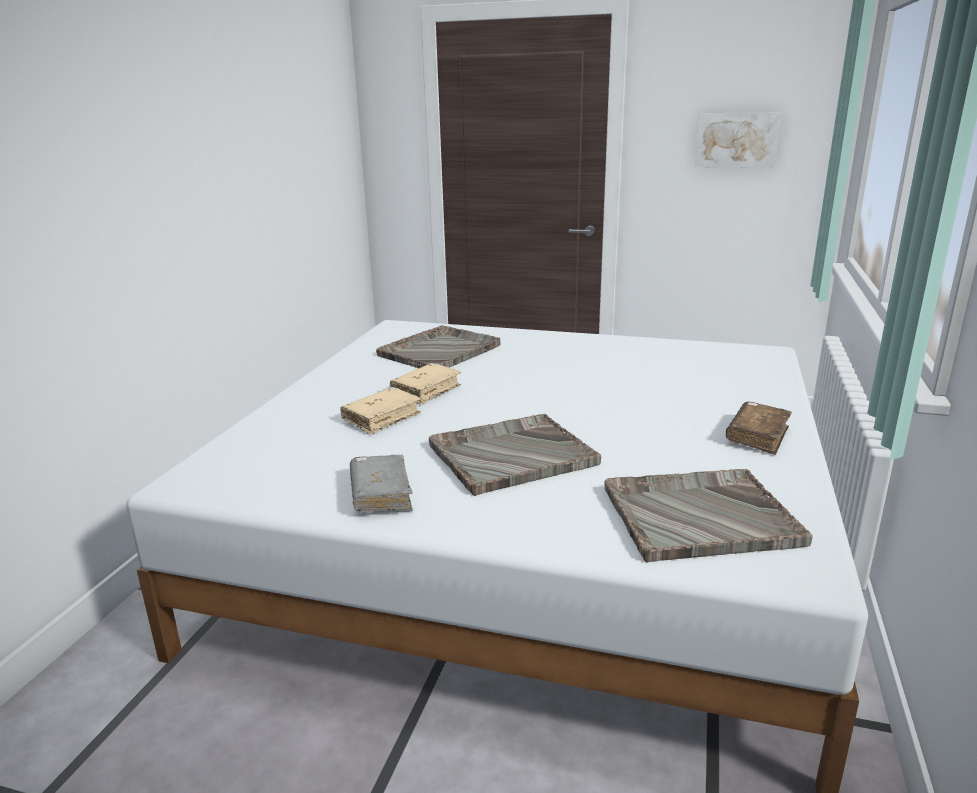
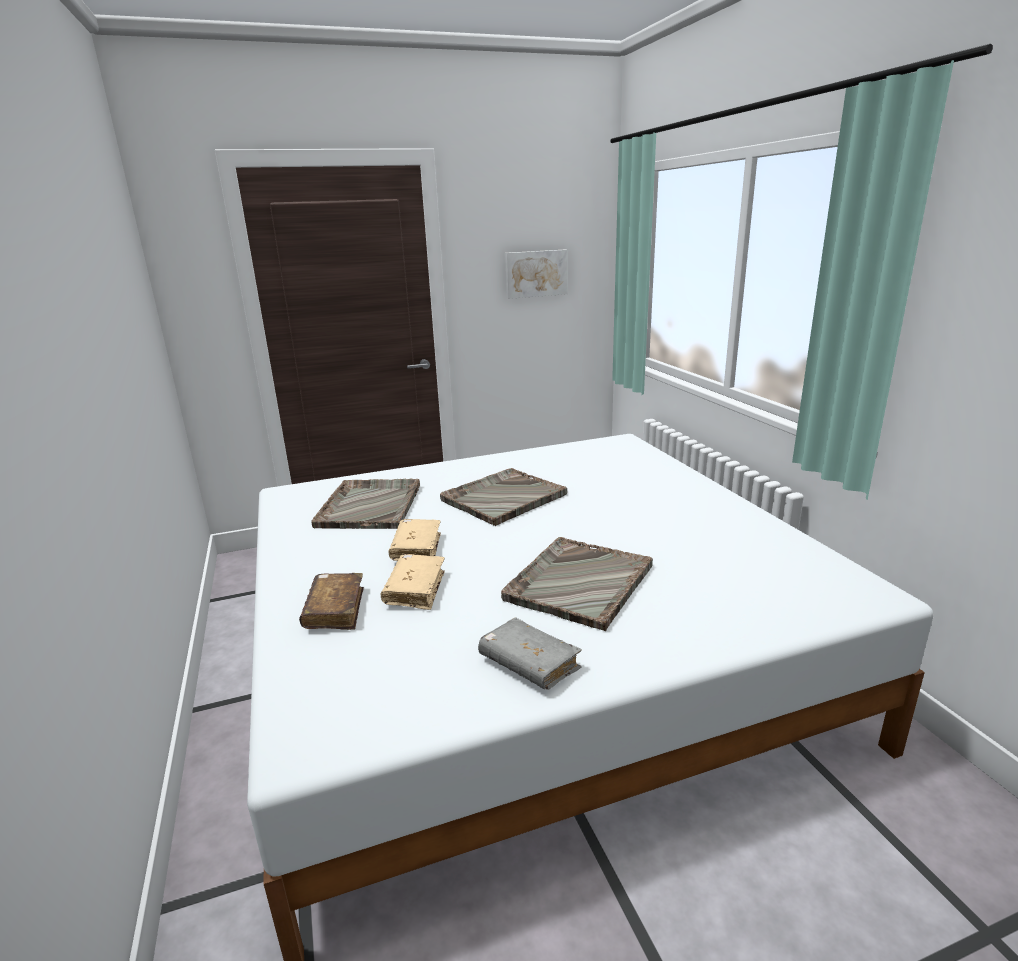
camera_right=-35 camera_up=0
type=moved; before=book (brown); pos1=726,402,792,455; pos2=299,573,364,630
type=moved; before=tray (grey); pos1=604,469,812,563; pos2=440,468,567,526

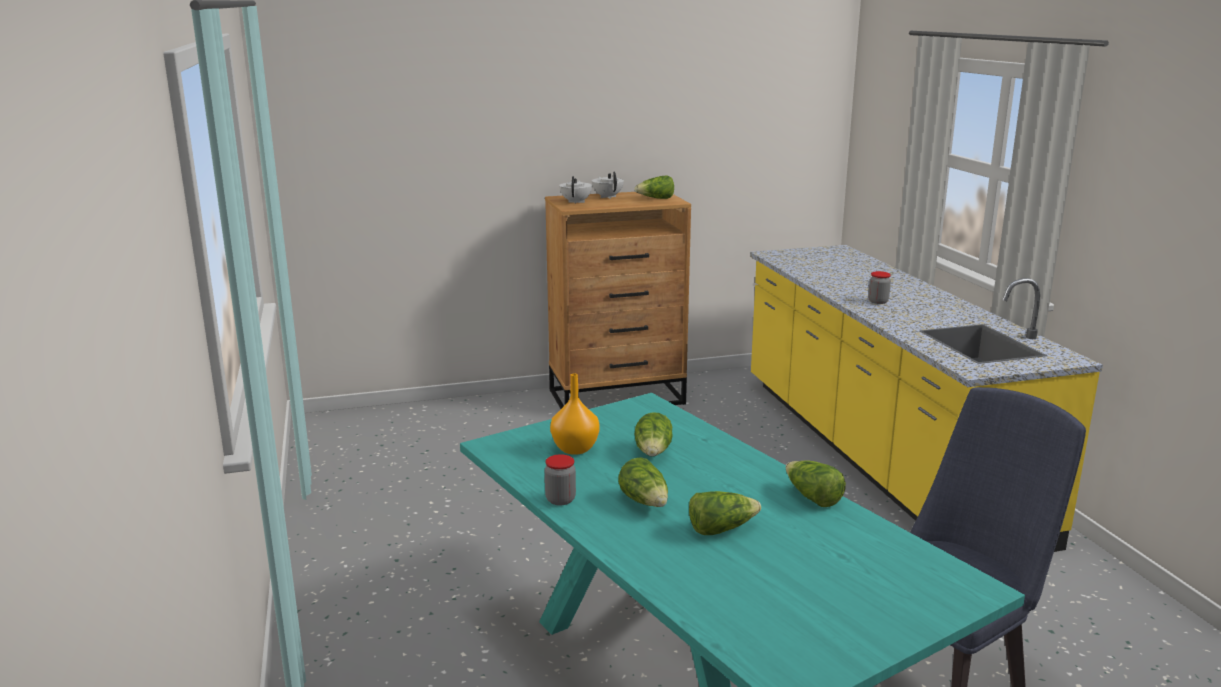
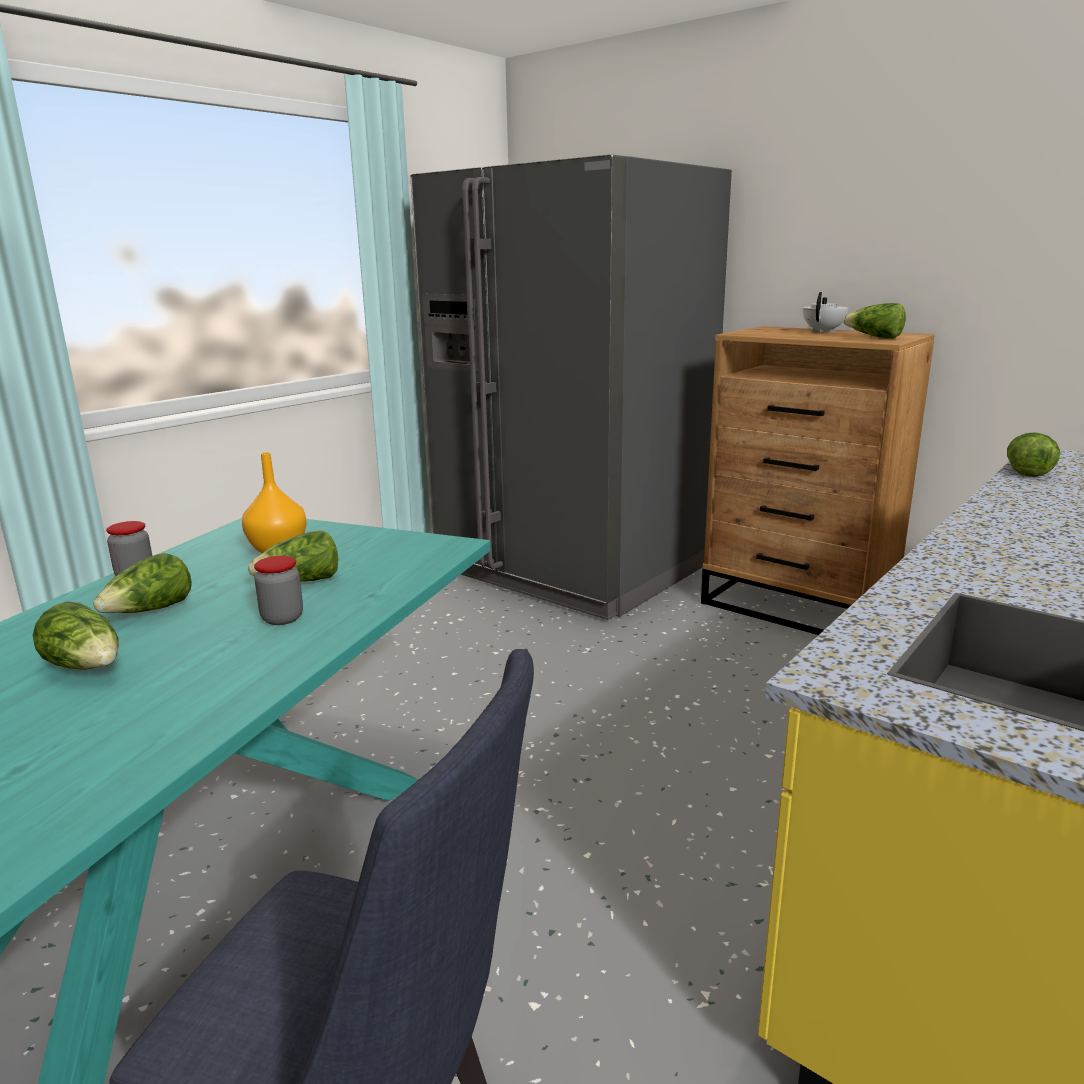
camera_right=55 camera_up=0
type=moved; before=jar; pos1=868,271,891,304; pos2=254,556,303,625
type=added; after=fridge (grey); pos2=410,154,732,620
type=moved; before=lettuce; pos1=786,461,846,507; pos2=1007,432,1060,477
type=removed; before=teapot (white); pos1=559,176,592,204

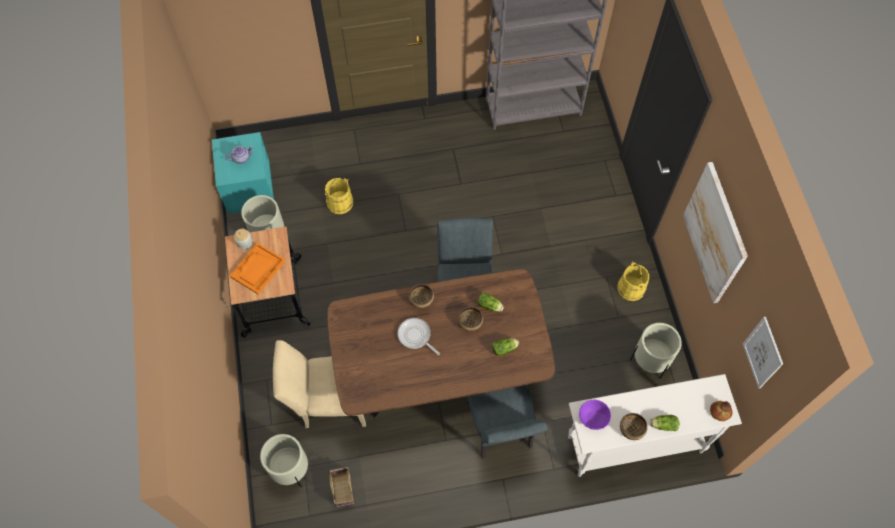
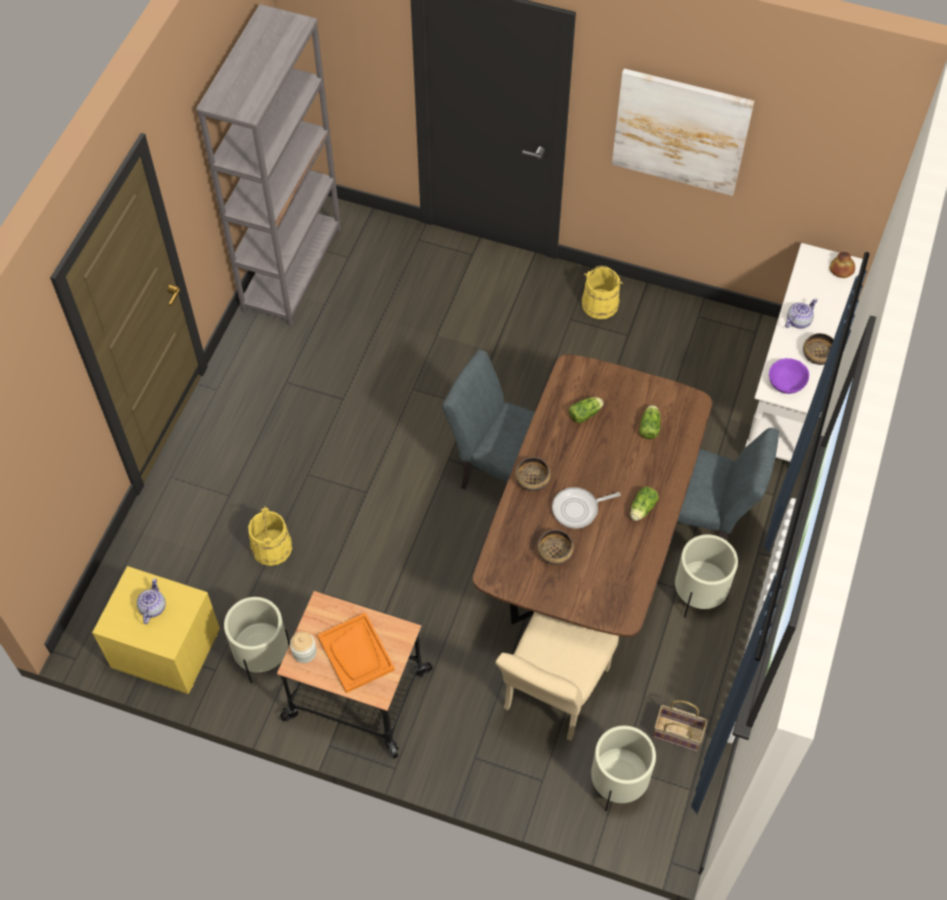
camera_right=-60 camera_up=-5
type=recoloured; before=nightstand (turquoise); after=nightstand (yellow); pos1=212,132,274,214; pos2=92,566,220,694
type=moved; before=bowl; pos1=458,307,484,332; pos2=537,529,574,565
type=moved; before=lettuce; pos1=650,415,679,431; pos2=630,487,659,521
type=moved; before=planter (beige); pos1=630,323,682,379; pos2=675,534,738,618
type=added; after=teapot; pos2=785,298,818,329
type=removed; before=picture; pos1=743,317,783,389

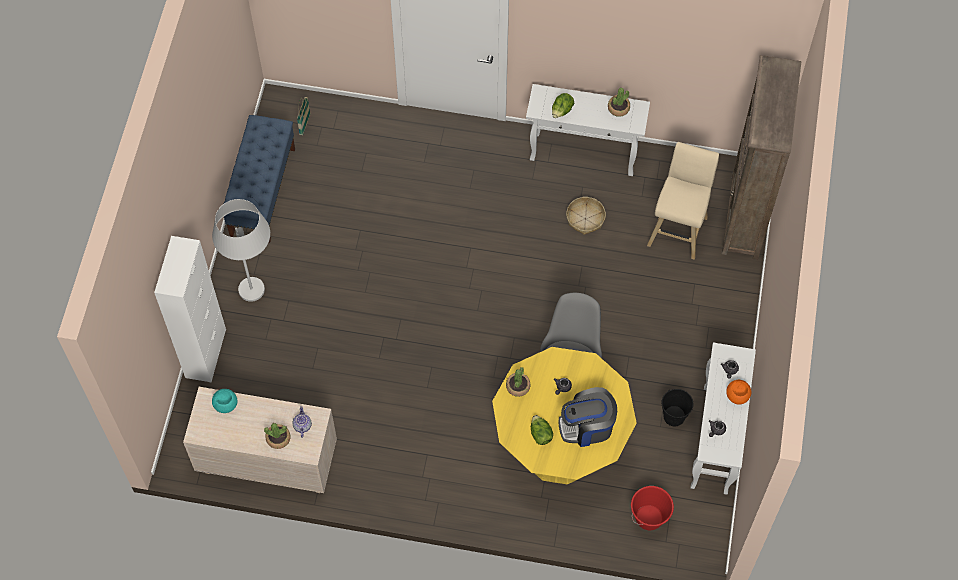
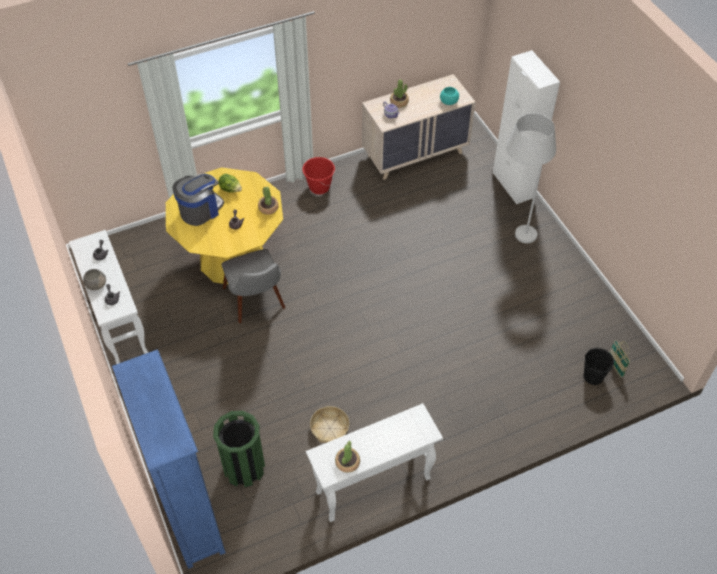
camera_right=145 camera_up=-10
type=recoloured; before=bowl (orange); after=bowl (grey); pos1=726,380,751,405; pos2=83,269,106,290
type=recoloured; before=bookcase (brown); after=bookcase (blue); pos1=722,55,802,260; pos2=112,349,226,569
type=replaced; before=stool (beige); after=trash can (green); pos1=647,142,719,260; pos2=213,411,265,487
type=moved; before=bucket (red); pos1=631,486,674,530; pos2=302,157,335,194
type=moved; before=bucket (black); pos1=662,389,693,426; pos2=583,348,615,385
type=removed; before=bench (blue); pos1=224,115,295,243
type=removed; before=lettuce; pos1=552,93,574,118

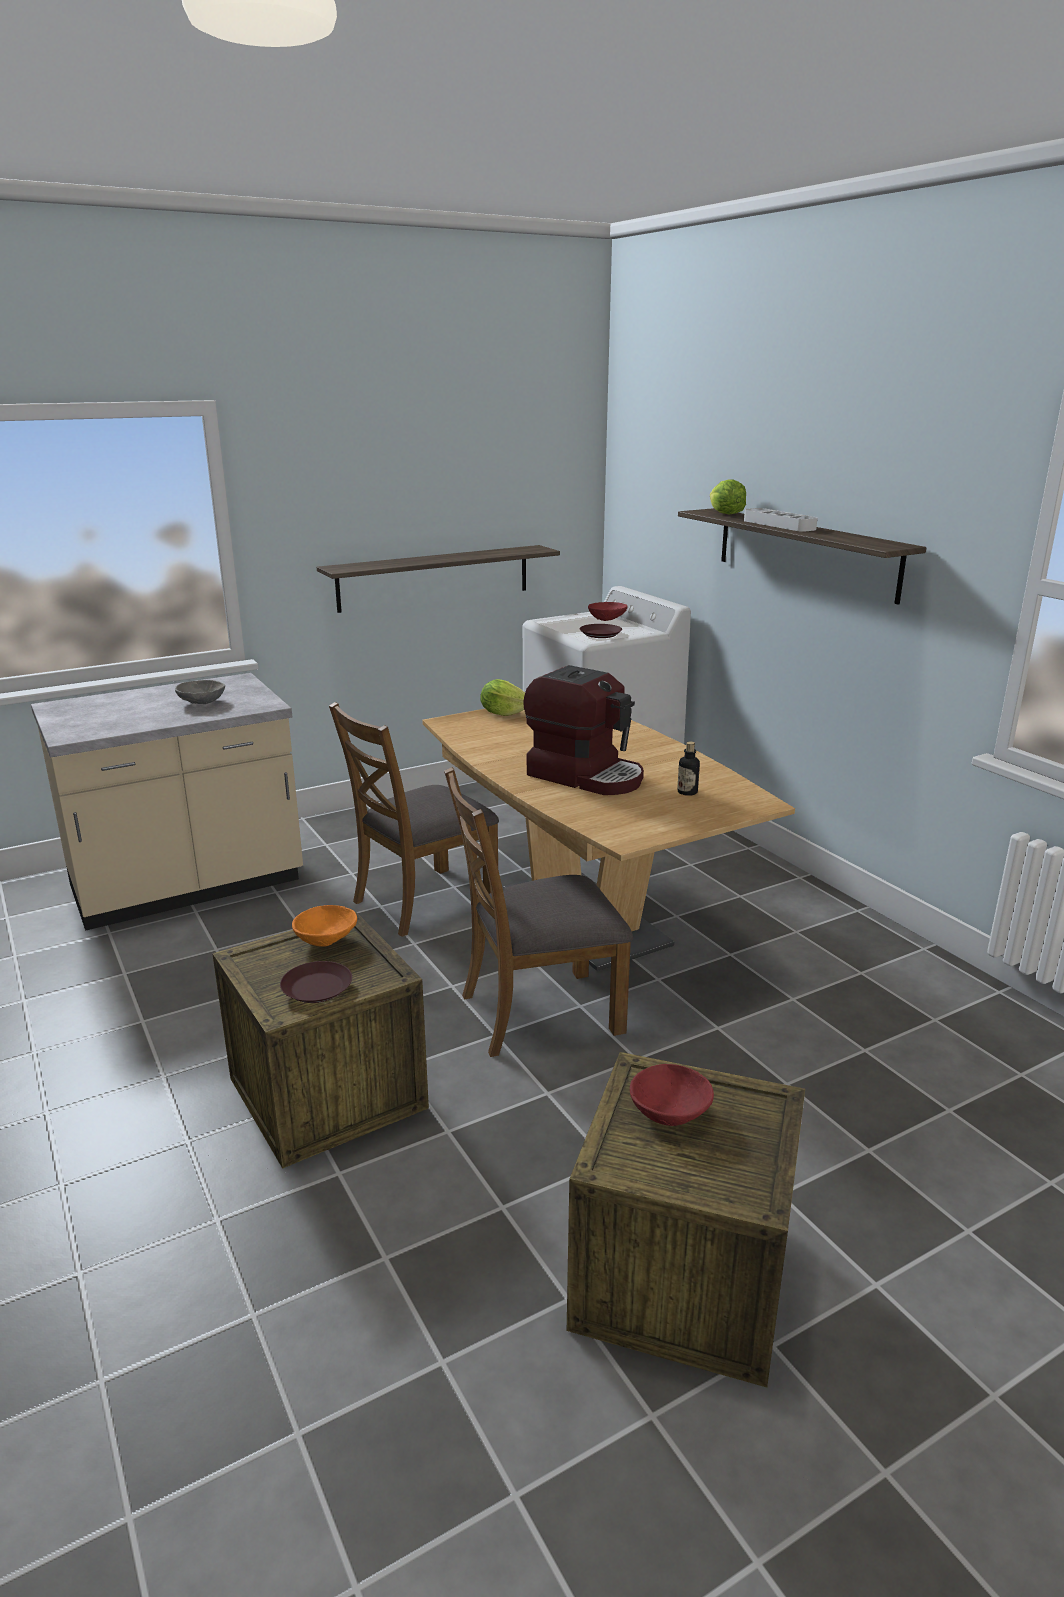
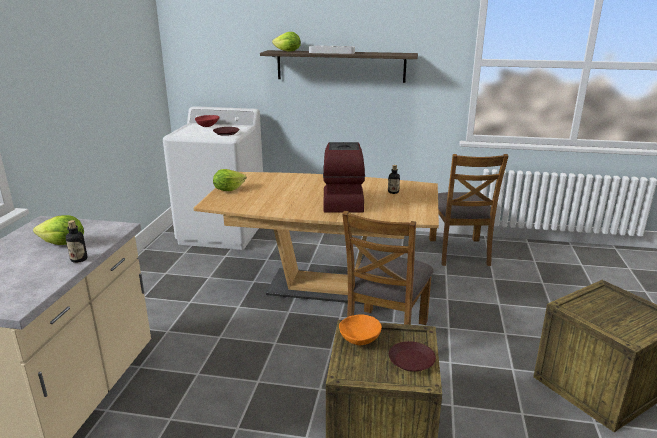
camera_right=-50 camera_up=0
type=replaced; before=bowl (grey); after=lettuce; pos1=175,680,225,704; pos2=33,215,84,245
type=added; after=bottle; pos2=66,220,88,263
type=turned; before=coffee machine; pos1=523,665,644,795; pos2=323,142,365,213; turn=-75
type=moved; before=chair (brown); pos1=329,702,499,937; pos2=429,154,508,266
type=removed; before=shelf; pos1=317,545,560,613
type=removed; before=bowl (red); pos1=630,1064,714,1126

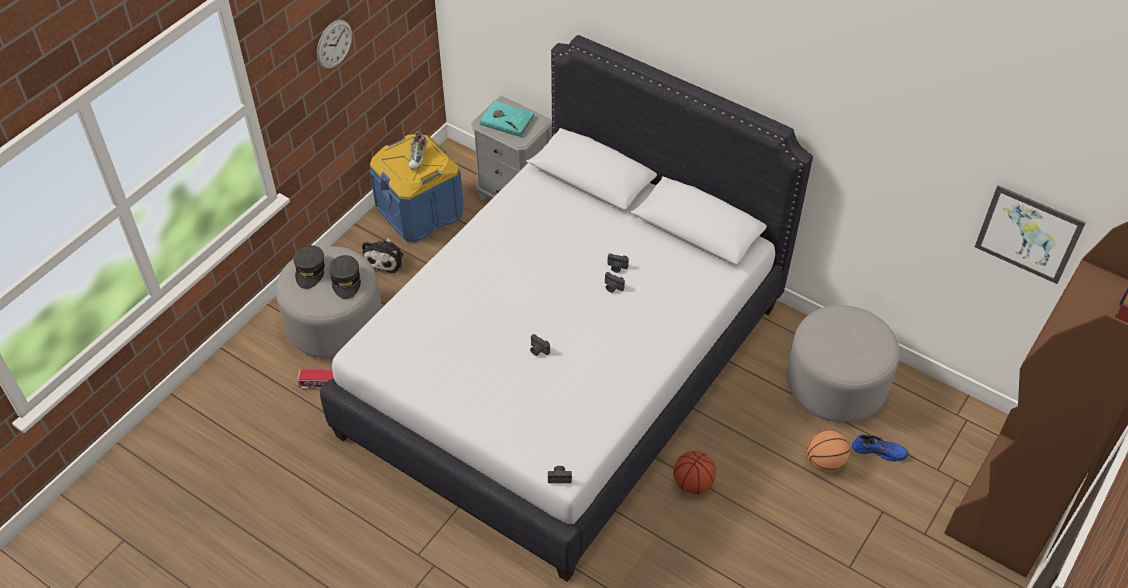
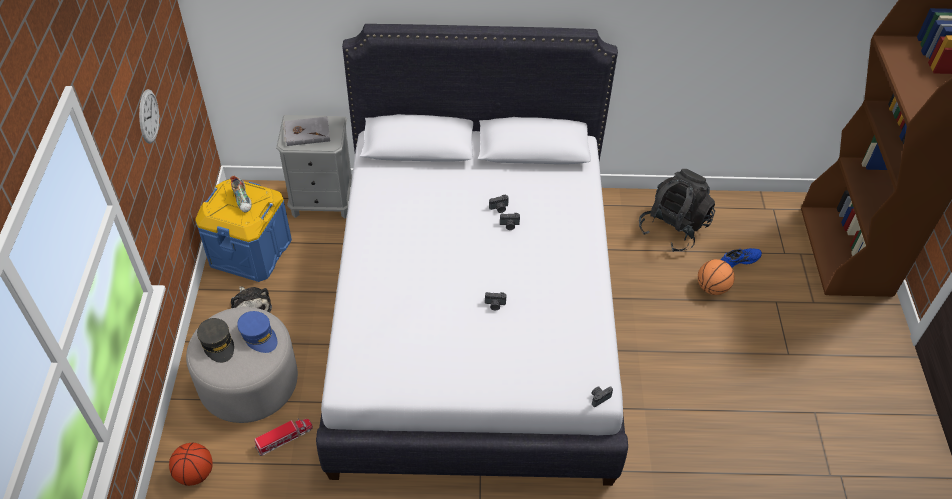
camera_right=-35 camera_up=0
type=moved; before=basketball; pos1=673,451,716,494; pos2=169,443,213,486
type=recoloured; before=cap (grey); after=cap (blue); pos1=329,255,361,299; pos2=237,311,277,353
type=recoloured; before=book (turquoise); after=book (grey); pos1=480,101,535,137; pos2=283,117,330,146
type=replaced; before=ottoman (grey); after=backpack (black); pos1=787,305,900,423; pos2=639,169,715,252
type=removed; before=picture; pos1=975,185,1086,284

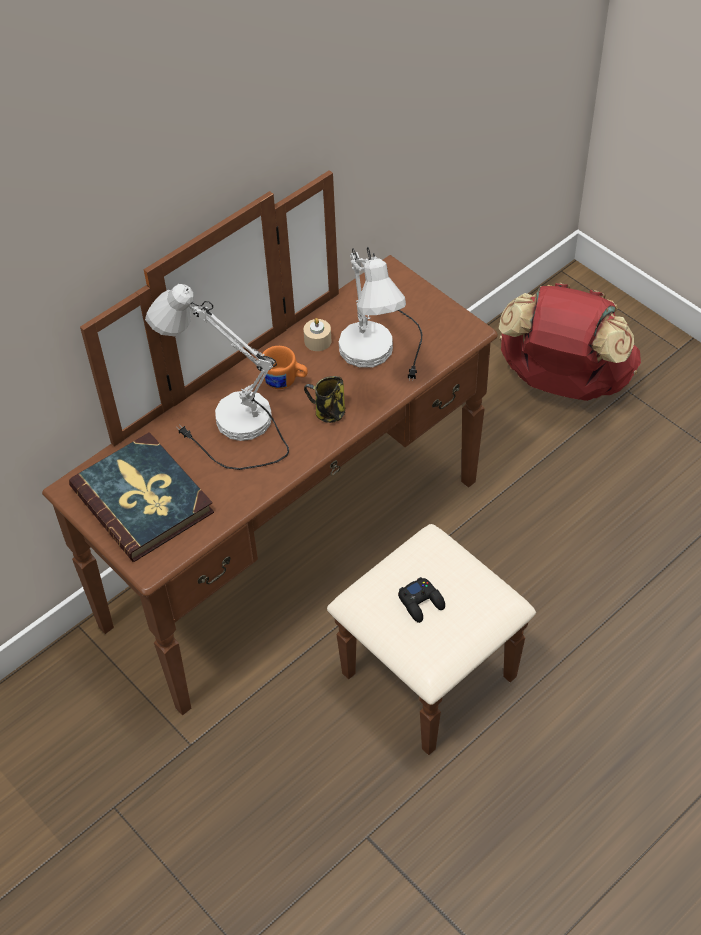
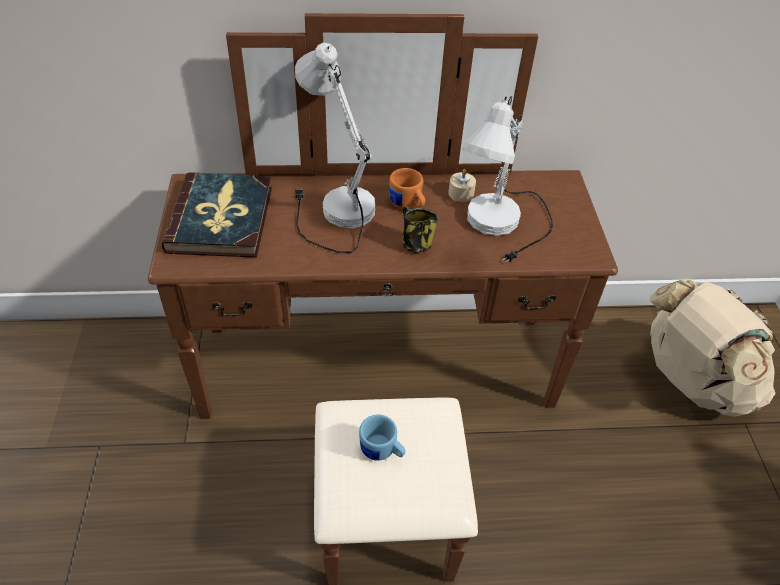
camera_right=35 camera_up=-5
type=replaced; before=game controller (black); after=mug (blue); pos1=398,577,445,623; pos2=359,415,405,461
type=recoloured; before=backpack (red); after=backpack (beige); pos1=499,282,641,401; pos2=650,279,776,417

